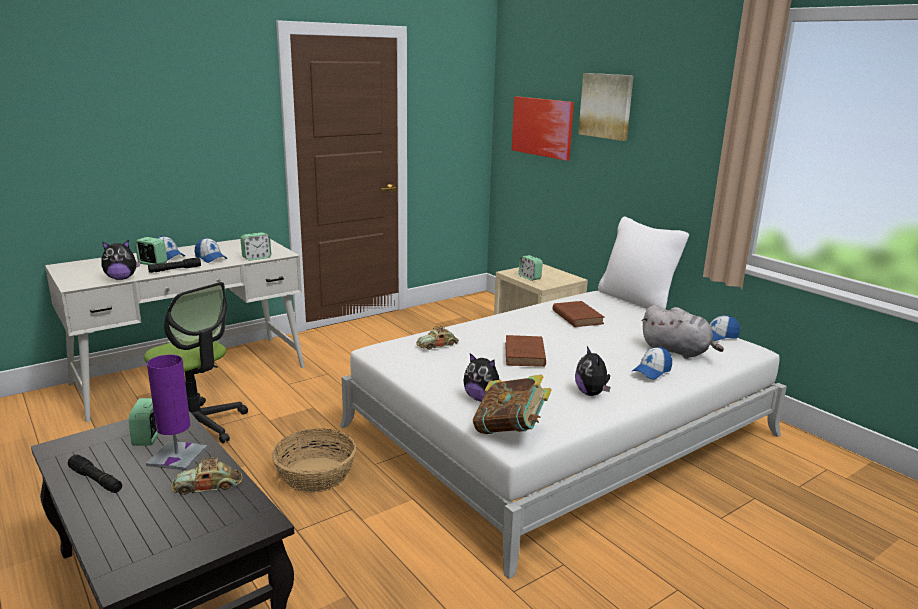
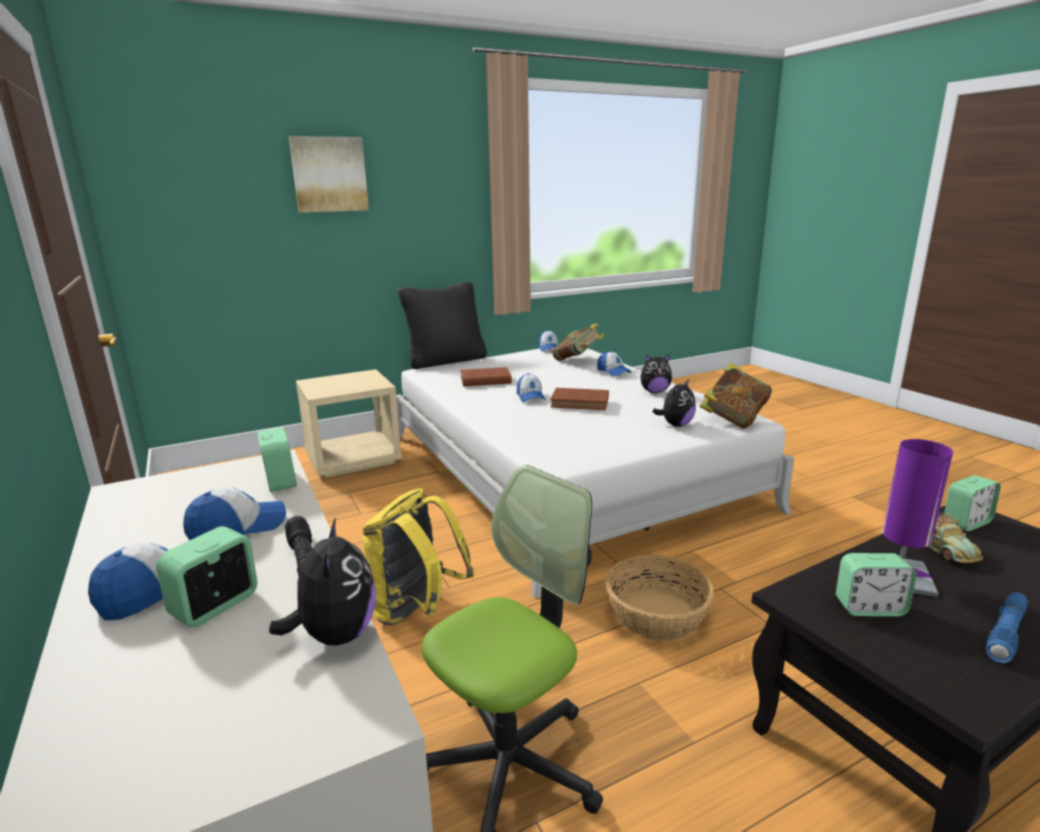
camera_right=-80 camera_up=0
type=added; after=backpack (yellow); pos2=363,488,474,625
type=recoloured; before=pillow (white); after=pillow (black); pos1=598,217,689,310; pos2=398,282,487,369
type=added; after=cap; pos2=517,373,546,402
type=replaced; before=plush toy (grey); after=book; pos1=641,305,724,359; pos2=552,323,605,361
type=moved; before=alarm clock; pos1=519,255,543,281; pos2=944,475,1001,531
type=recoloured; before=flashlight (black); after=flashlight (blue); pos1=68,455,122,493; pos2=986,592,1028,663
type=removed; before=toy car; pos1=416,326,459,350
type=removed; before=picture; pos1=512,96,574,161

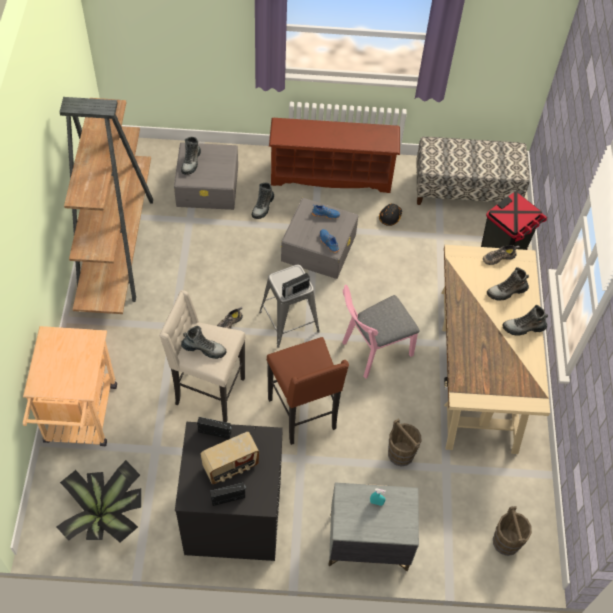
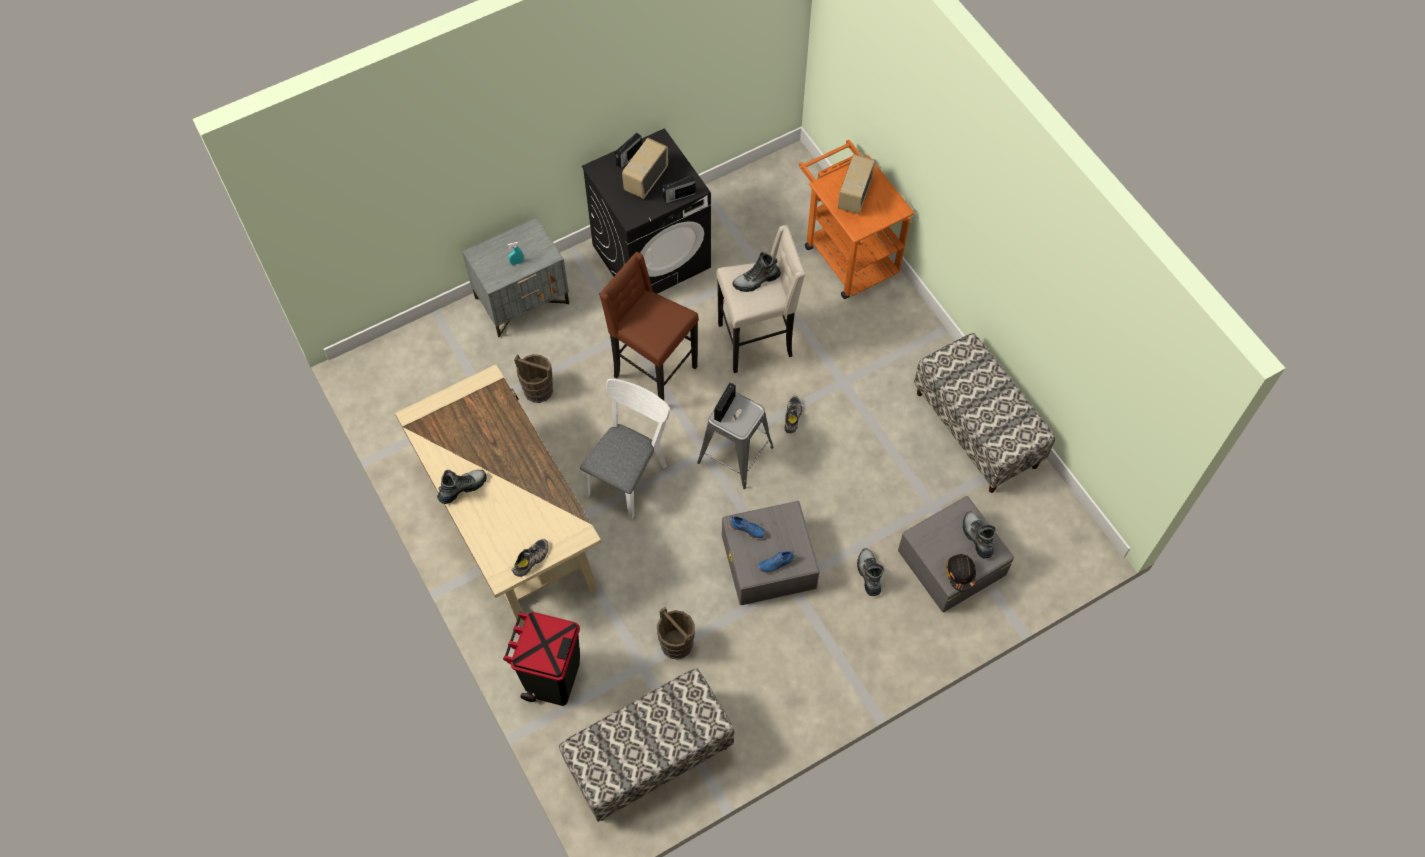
camera_right=150 camera_up=5
type=recoloured; before=chair (pink); after=chair (white); pos1=343,285,420,378; pos2=580,379,670,519
type=moved; before=bucket (brown); pos1=493,506,532,556; pos2=657,607,695,660
type=recoloured; before=cart (beige); after=cart (orange); pos1=23,326,117,446; pos2=799,140,915,299
type=added; after=radio; pos2=838,154,875,214
type=replaced; before=bookcase (brown); after=bench; pos1=60,97,153,314; pos2=914,333,1055,493
type=moved; before=hard hat (black); pos1=379,204,402,226; pos2=946,554,976,591
type=removed; before=potted plant; pos1=57,460,141,543
type=removed; before=shoe rack (brown); pos1=269,118,400,193
type=removed; before=boot; pos1=487,267,529,301

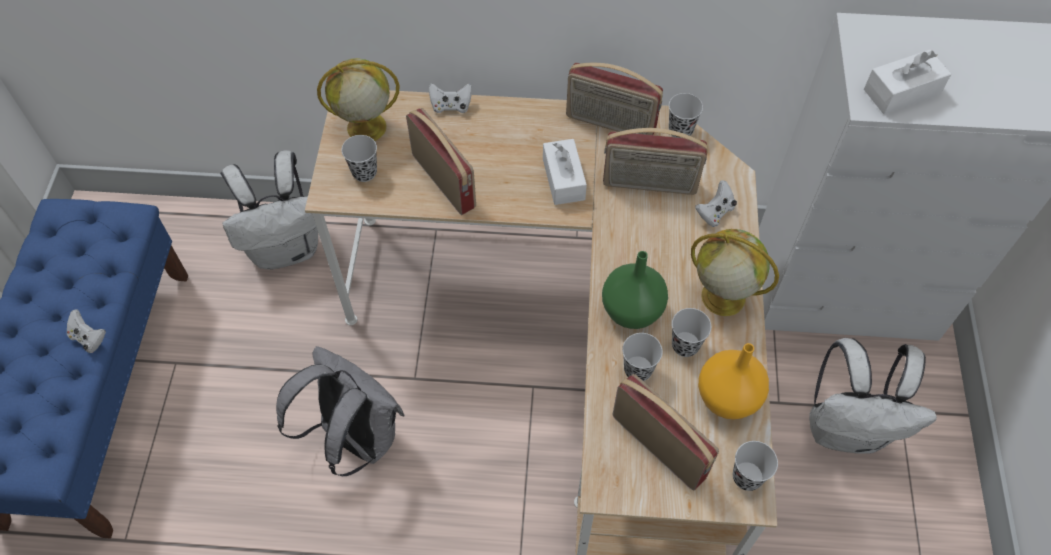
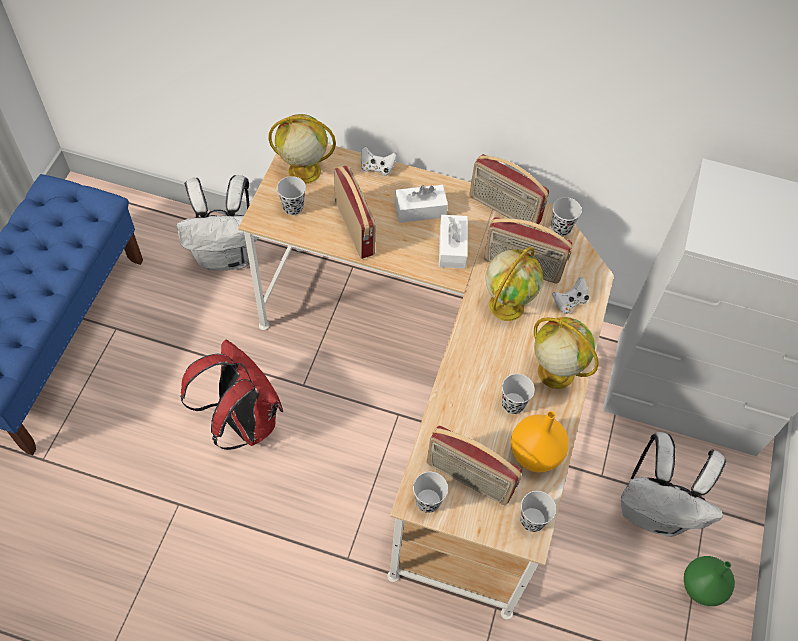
camera_right=10 camera_up=0
type=recoloured; before=backpack (grey); after=backpack (red); pos1=276,346,404,476; pos2=180,340,283,450
type=moved; before=tissue box (white); pos1=864,49,951,114; pos2=395,185,448,223
type=moved; before=cup (black); pos1=622,333,663,381; pos2=413,472,448,513
type=turned; before=radio; pos1=612,374,719,490; pos2=427,426,522,505; turn=150
type=added; after=globe; pos2=486,247,543,321
type=moved; before=vase (green); pos1=602,251,668,329; pos2=684,556,735,606
type=removed; before=game controller (white); pos1=67,309,106,353

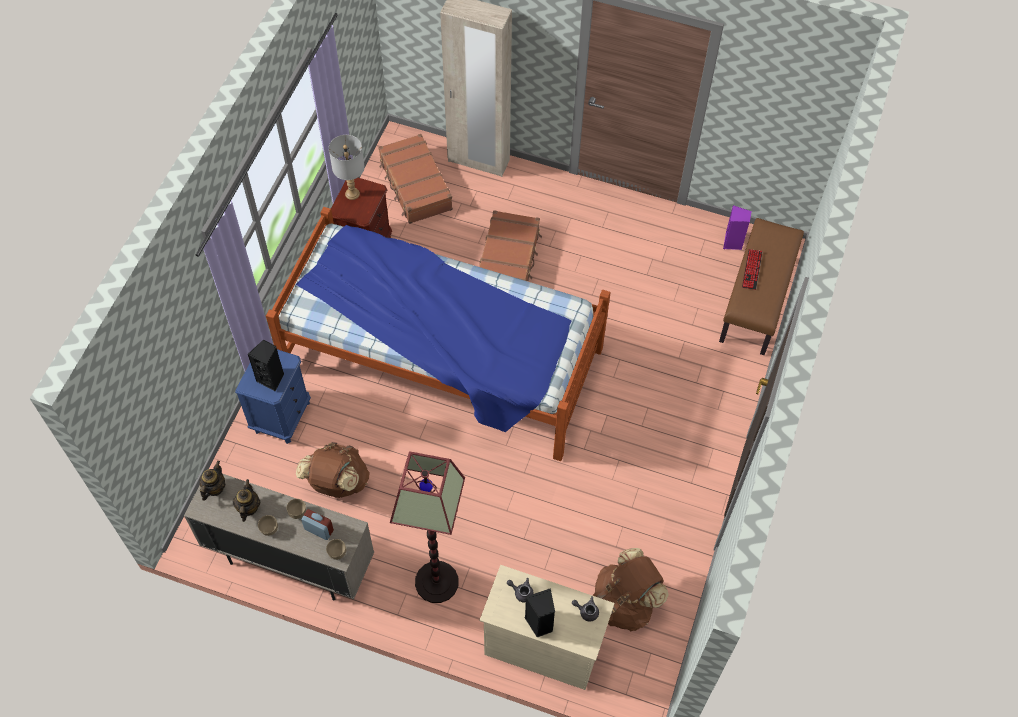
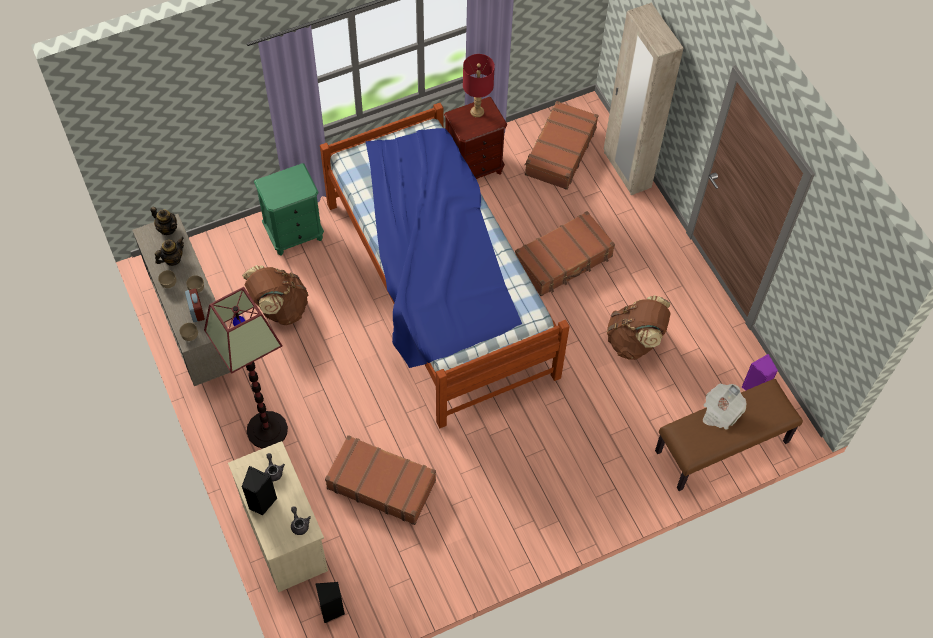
camera_right=45 camera_up=0
type=turned; before=teapot; pos1=199,461,225,501; pos2=150,207,177,235; turn=60
type=recoloured; before=nightstand (blue); after=nightstand (green); pos1=235,349,311,444; pos2=254,163,324,256
type=moved; before=speaker (black); pos1=248,339,284,391; pos2=315,582,345,623
type=added; after=suitcase (brown); pos2=325,435,436,525
type=recoloured; before=table lamp (grey); after=table lamp (red); pos1=329,135,365,200; pos2=463,54,495,117
type=moved; before=backpack (brown); pos1=592,548,669,631; pos2=607,295,671,360
type=replaced; before=keyboard; after=newspaper; pos1=742,249,763,290; pos2=703,383,746,430

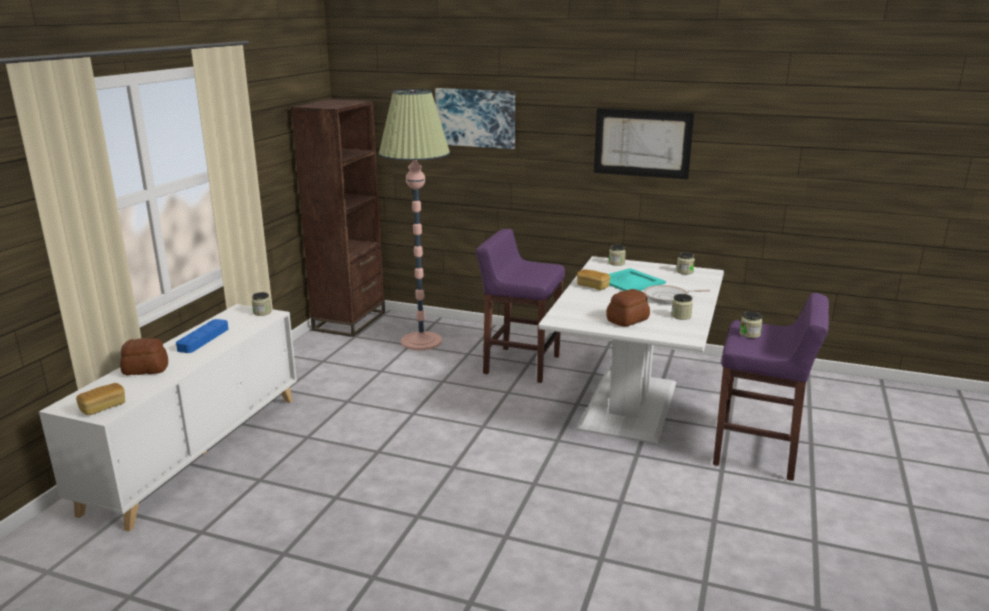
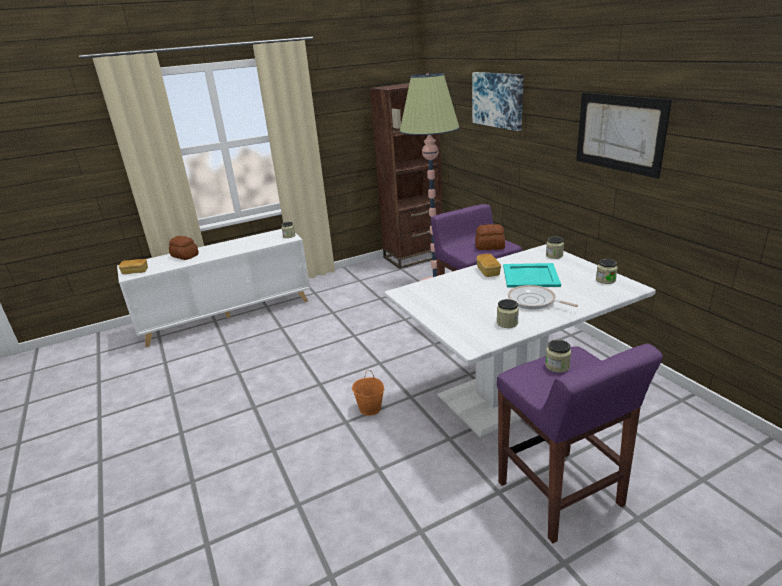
camera_right=45 camera_up=5
type=added; after=bucket (orange); pos2=352,370,384,416
type=moved; before=bread; pos1=607,289,650,327; pos2=475,224,505,250
type=removed; before=tray (blue); pos1=176,319,228,353

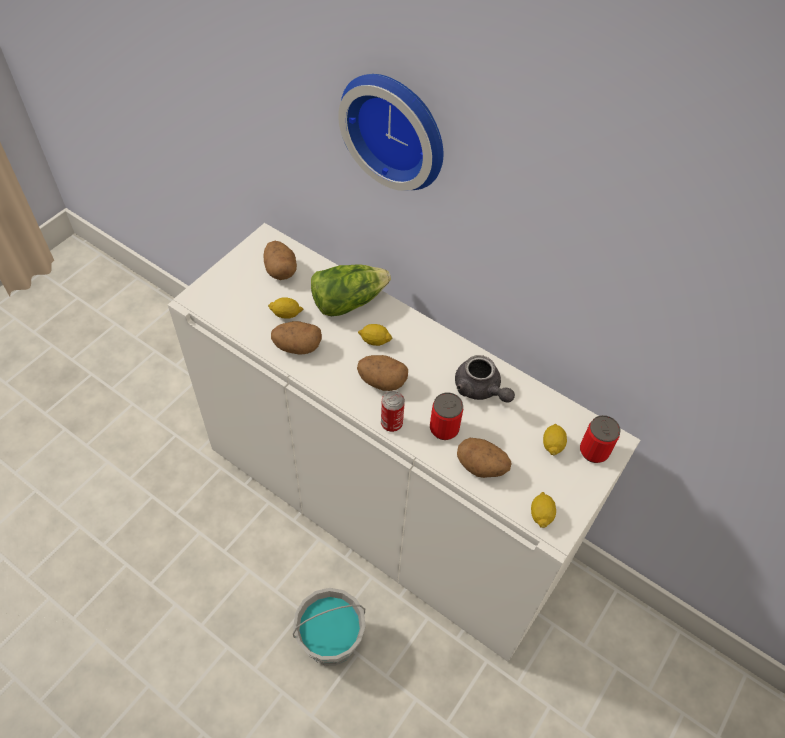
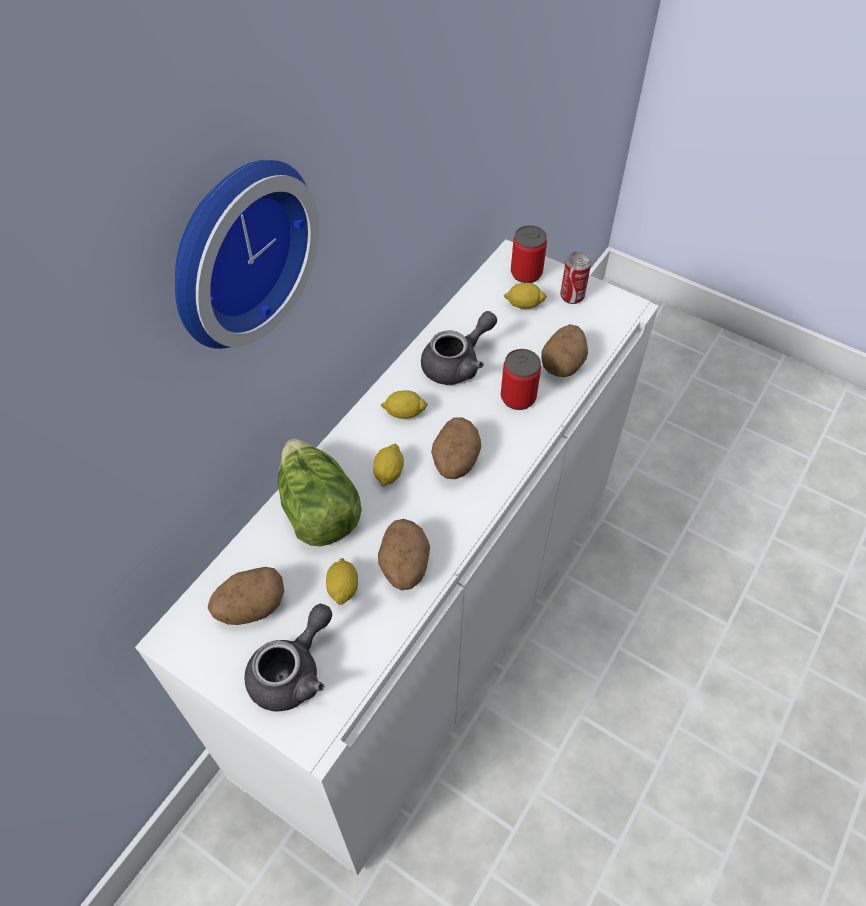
camera_right=-90 camera_up=0
type=added; after=teapot (grey); pos2=244,604,332,712
type=moved; before=lemon; pos1=531,492,556,528; pos2=381,390,428,419
type=moved; before=can; pos1=381,391,405,432; pos2=560,251,591,304
type=removed; before=bucket (grey); pos1=293,588,366,666

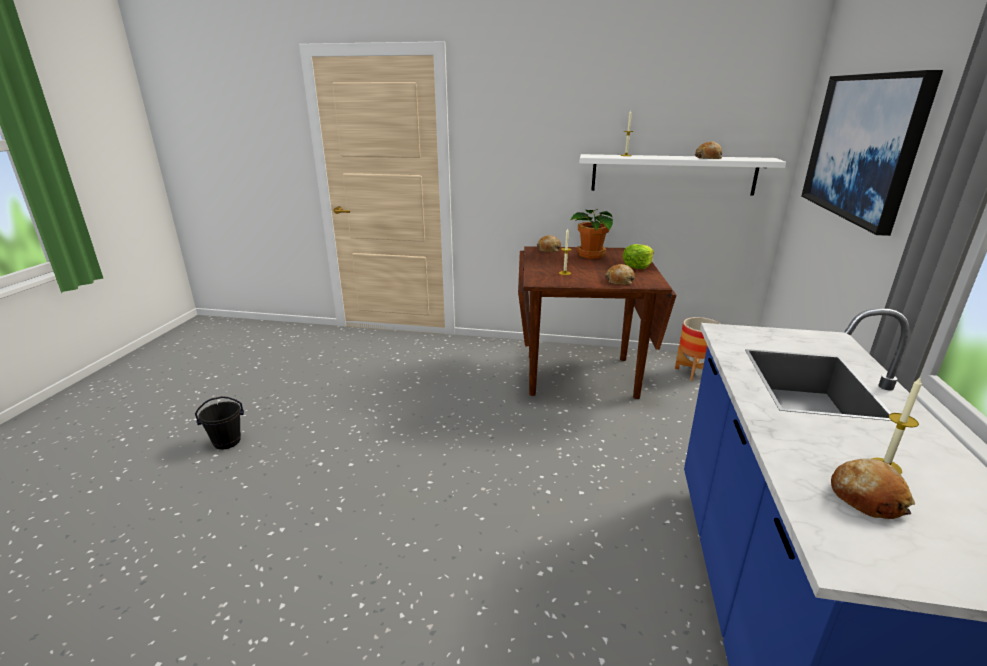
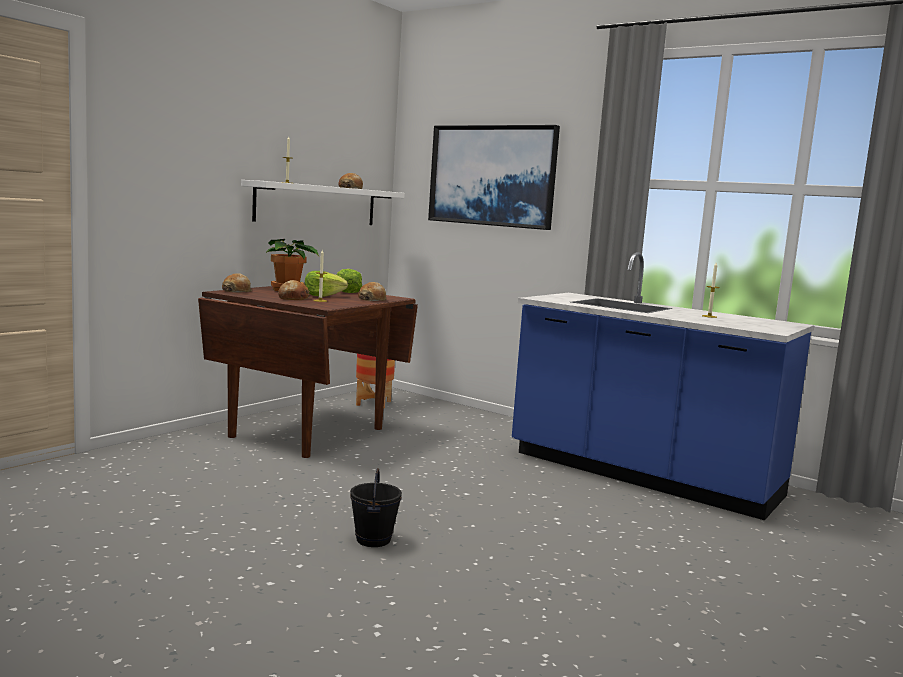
camera_right=-65 camera_up=-15
type=moved; before=bread; pos1=831,458,915,519; pos2=278,280,310,300
type=added; after=lettuce; pos2=305,271,348,297
type=moved; before=bucket (black); pos1=195,396,244,450; pos2=350,468,402,547

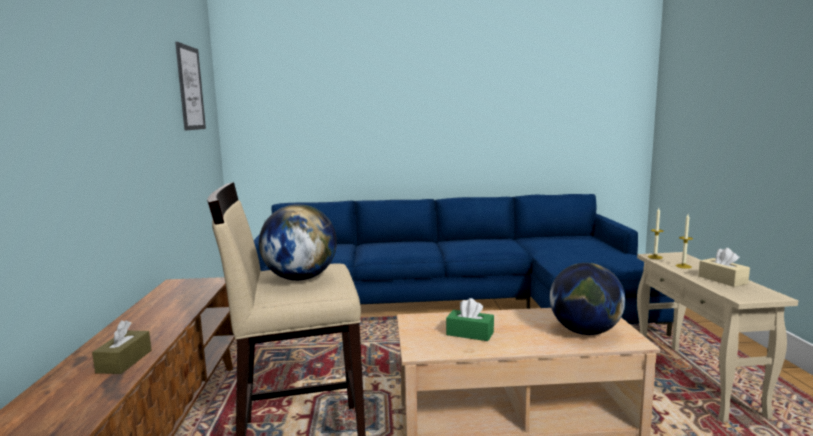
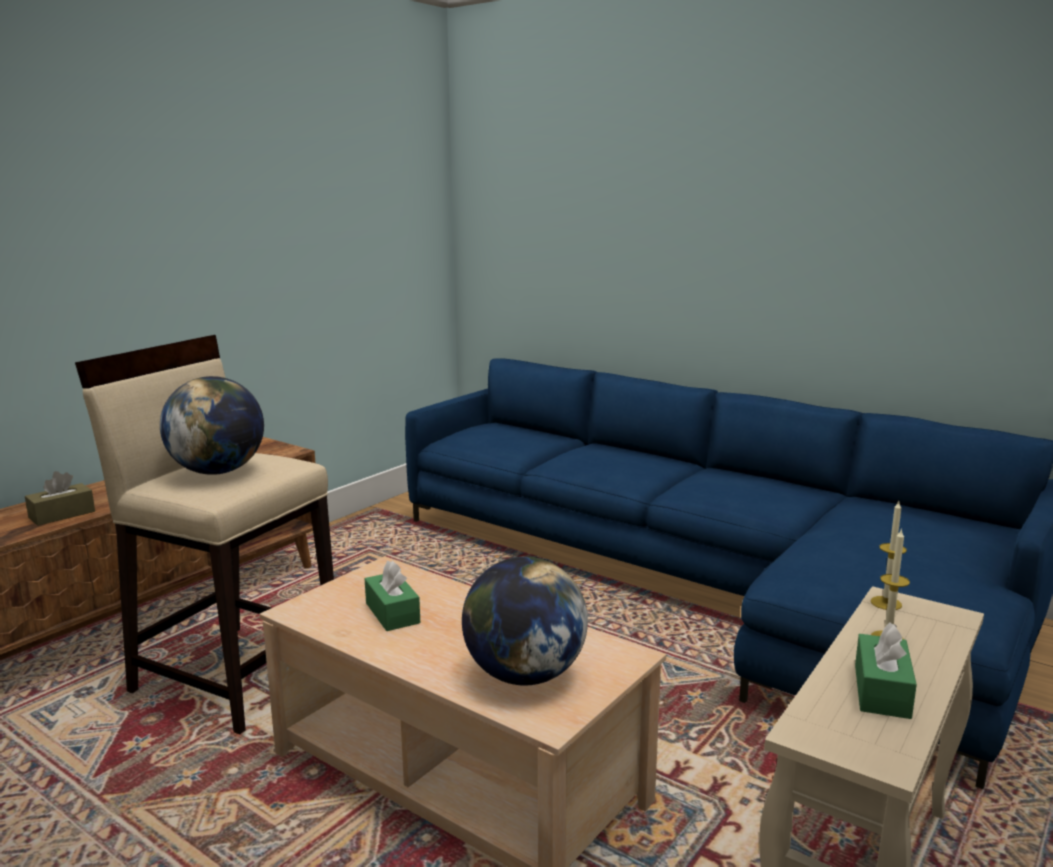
camera_right=40 camera_up=5
type=recoloured; before=tissue box (beige); after=tissue box (green); pos1=698,248,750,287; pos2=855,622,917,719
type=removed; before=picture; pos1=175,42,206,130

